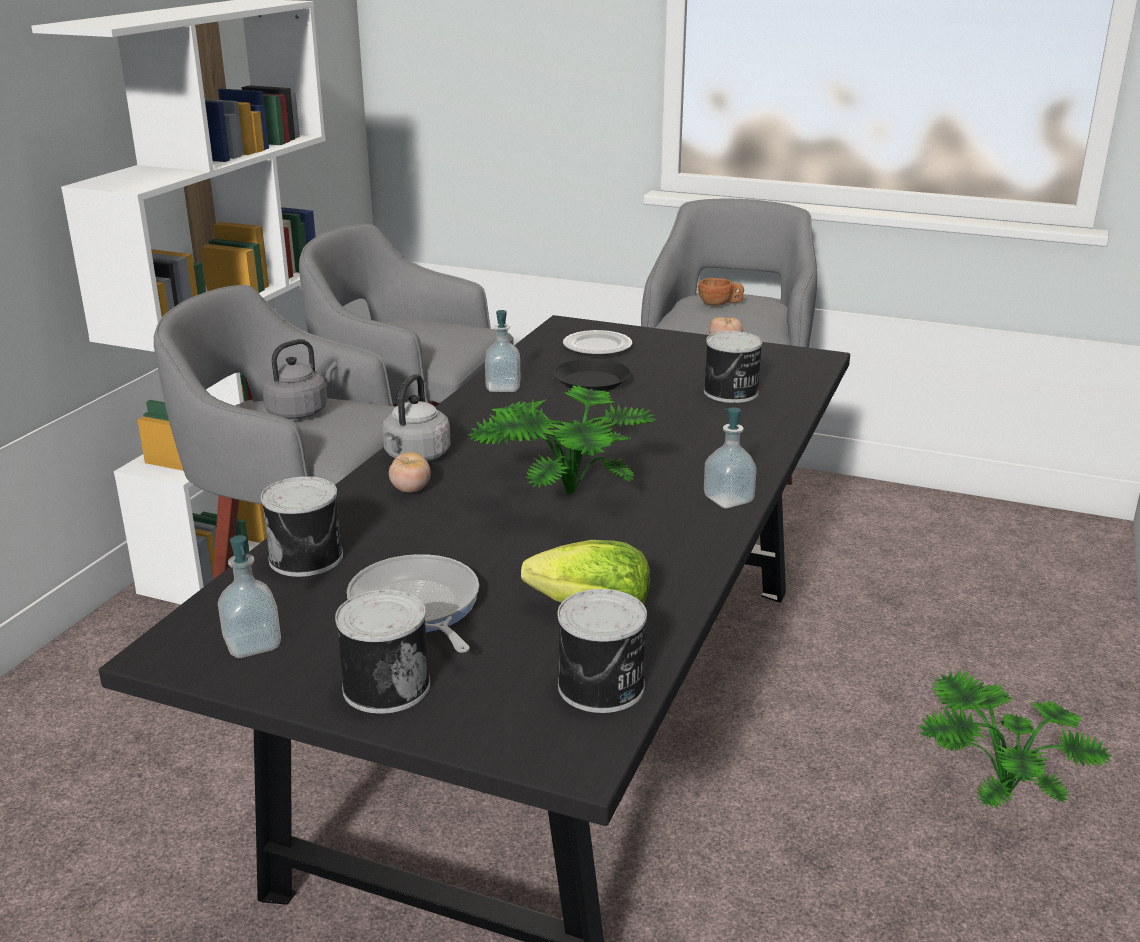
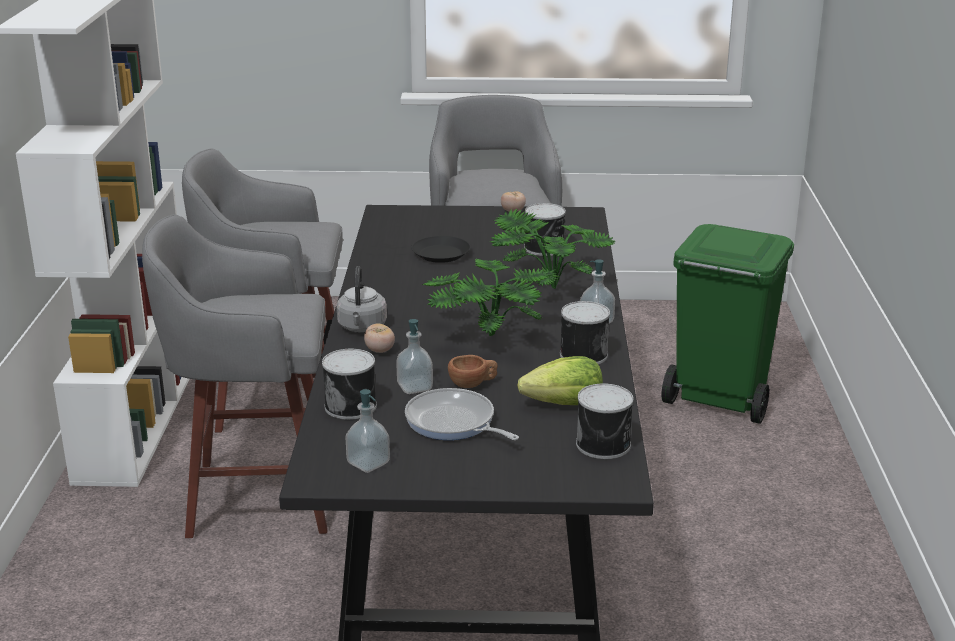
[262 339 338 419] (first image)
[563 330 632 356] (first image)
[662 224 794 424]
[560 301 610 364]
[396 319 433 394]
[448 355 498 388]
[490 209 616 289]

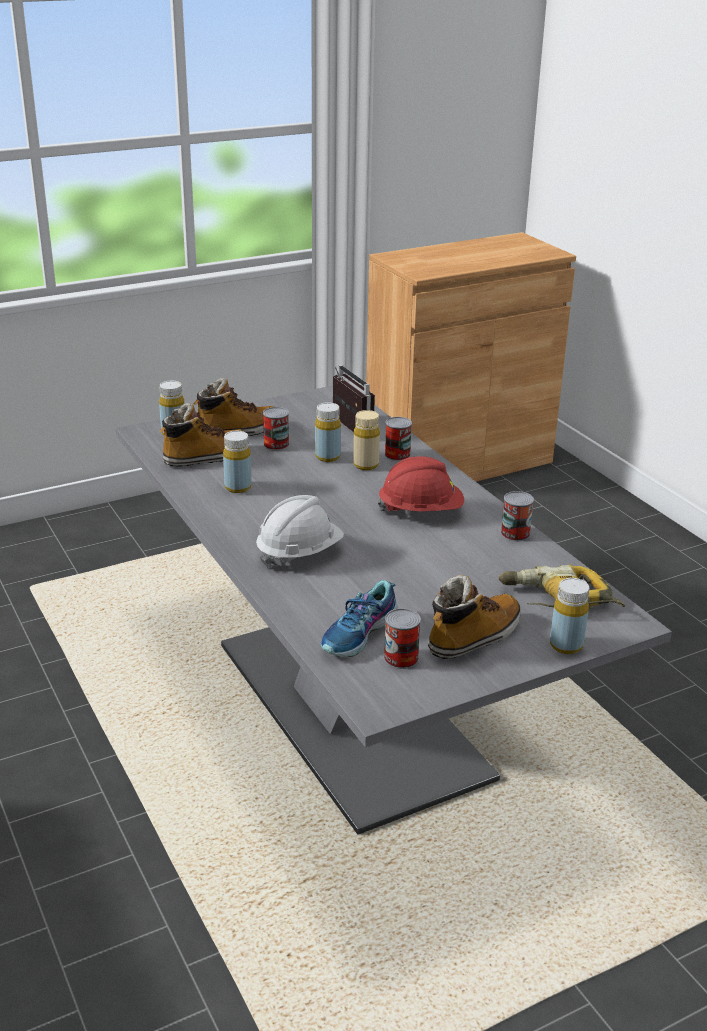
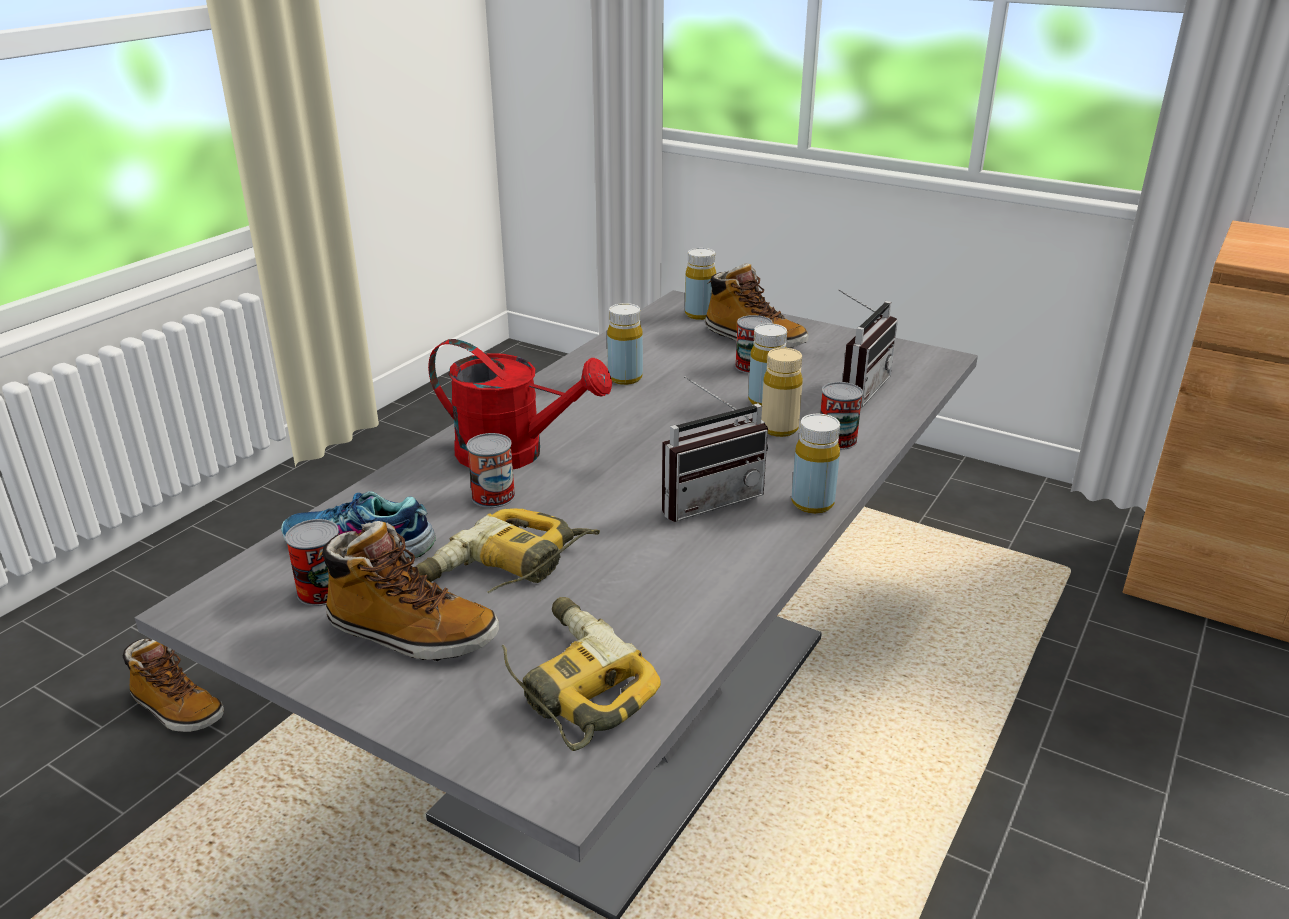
[416 508 600 594]
[123 639 224 732]
[467 433 515 508]
[792 414 840 514]
[428 339 612 469]
[662 376 768 522]

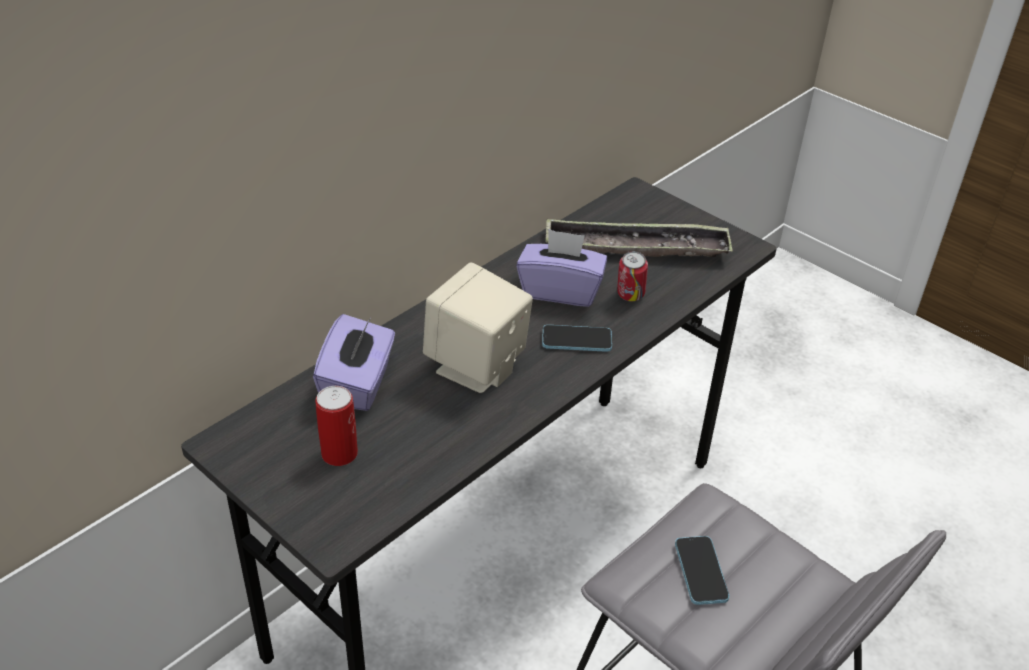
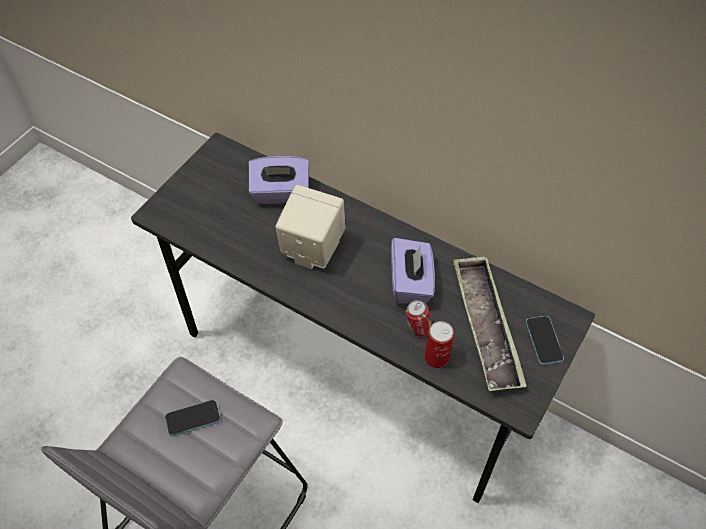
[425 321 454 368]
[526 316 564 365]

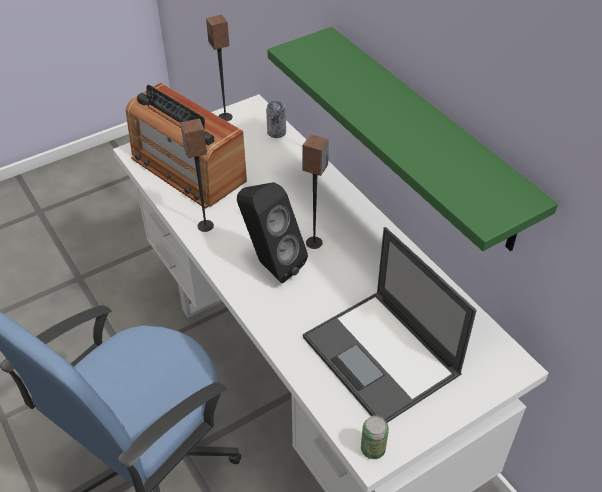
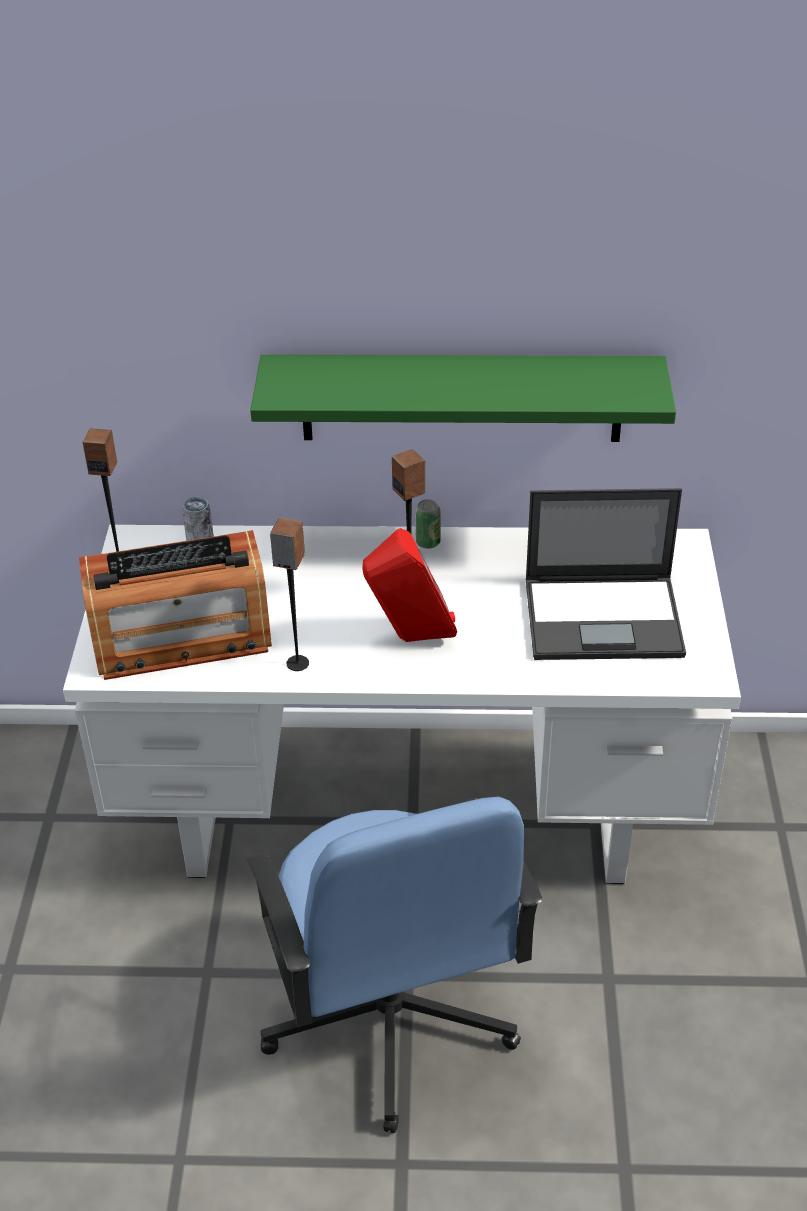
[415 499 441 549]
[362 528 457 642]

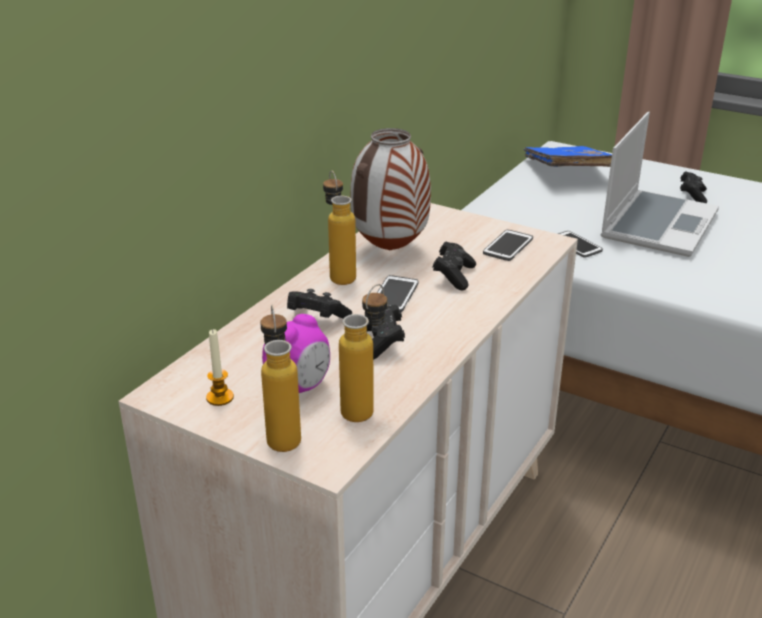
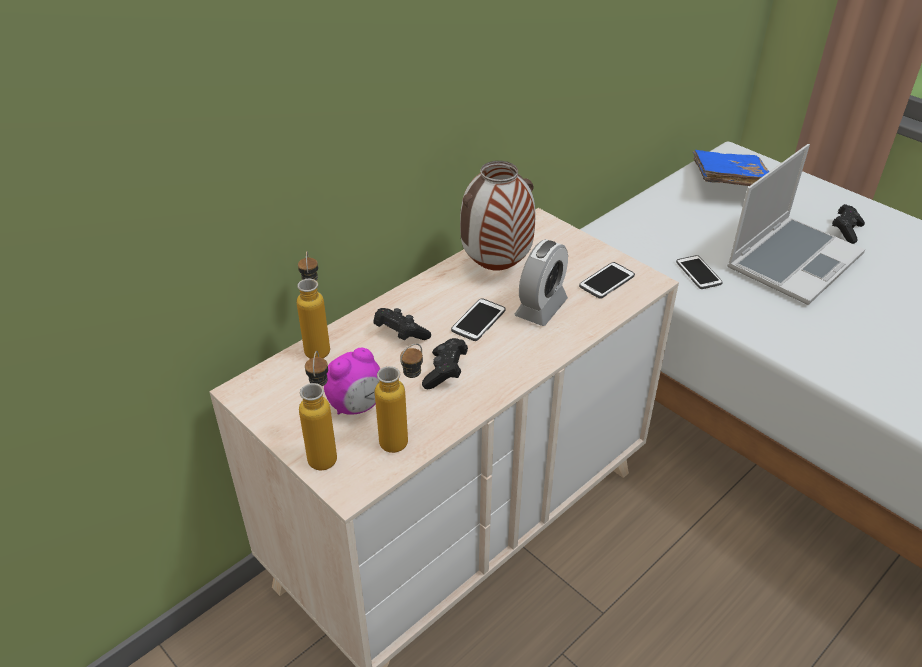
[206 329 234 406] (first image)
[297 251 330 359]
[515 239 568 326]

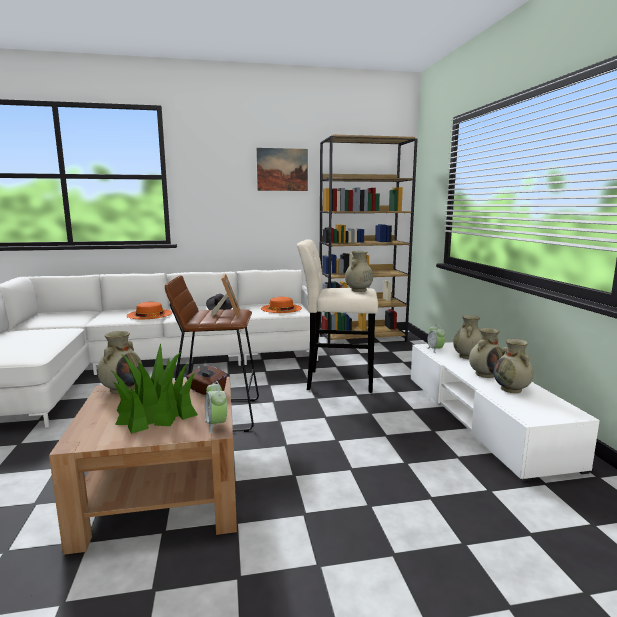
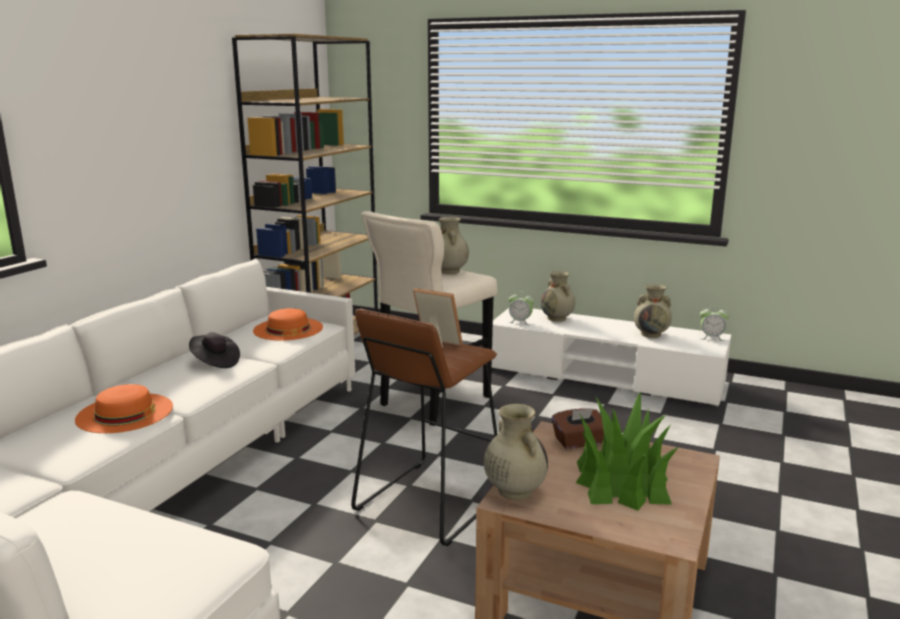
[257 148 308 191] (first image)
[469 328 502 378] (first image)
[700 305 729 341]

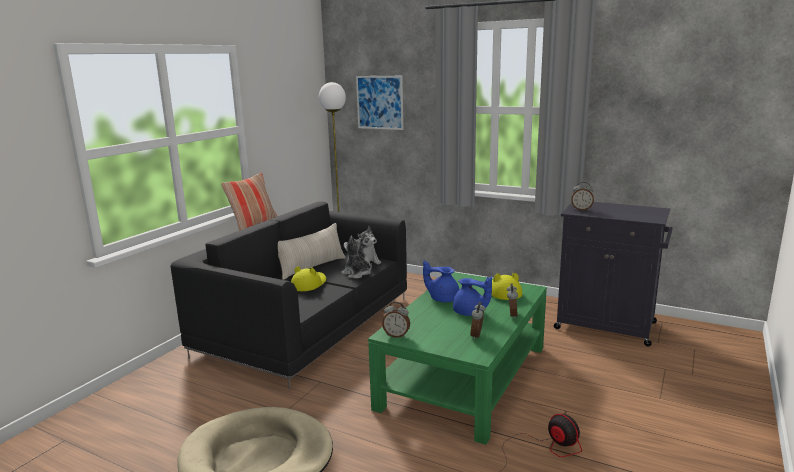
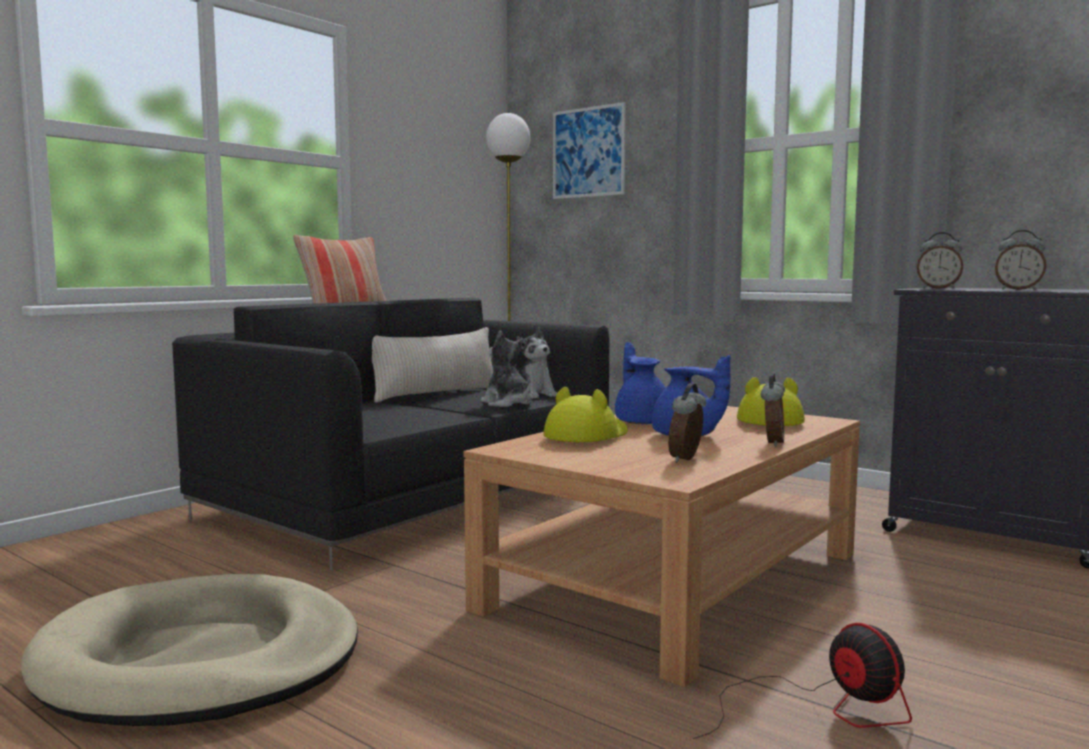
[543 387 628 442]
[995 230 1047 290]
[464 406 860 687]
[615 342 666 424]

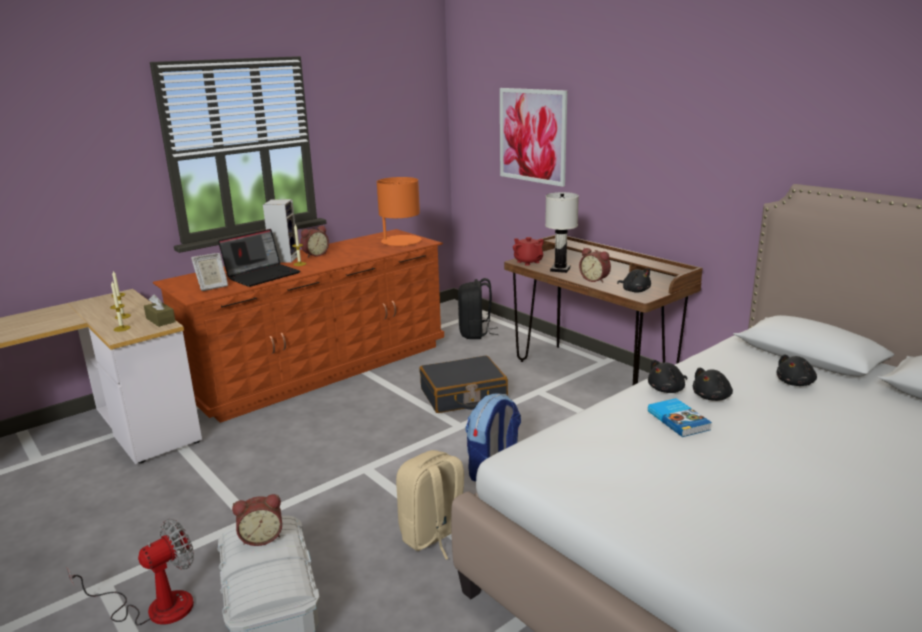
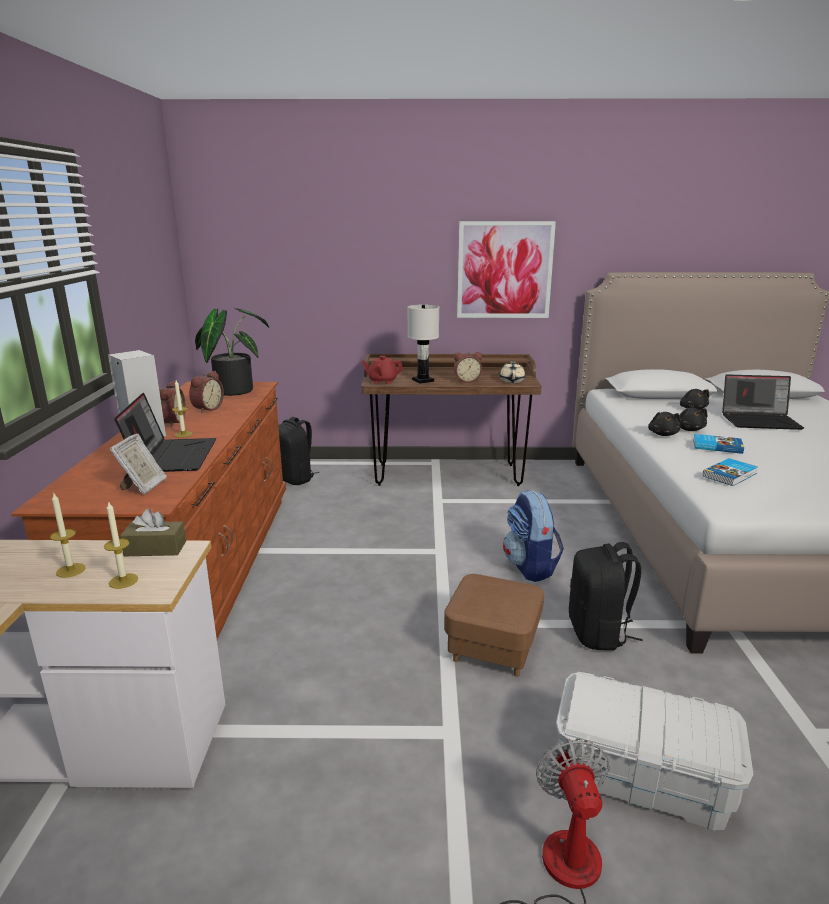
[420 356 508 413] (first image)
[444 574 544 677]
[703 458 758 486]
[722 374 804 430]
[189 371 224 413]
[457 221 556 318]
[195 308 269 396]
[500 361 525 383]
[569 542 642 650]

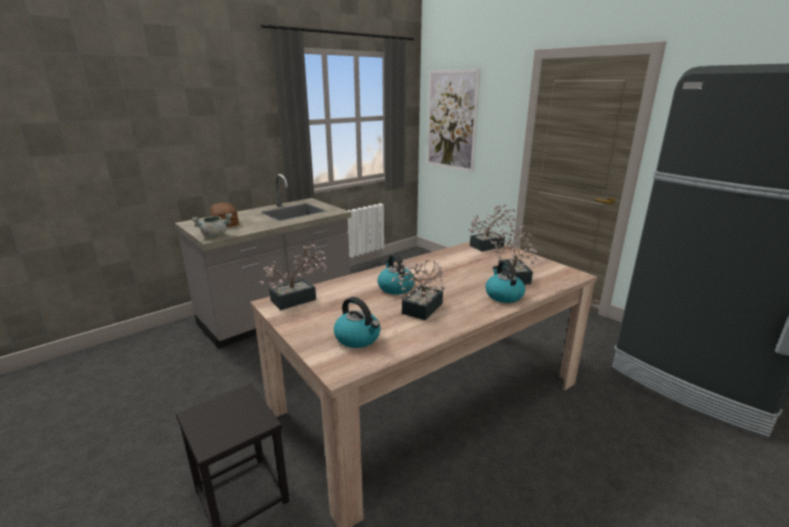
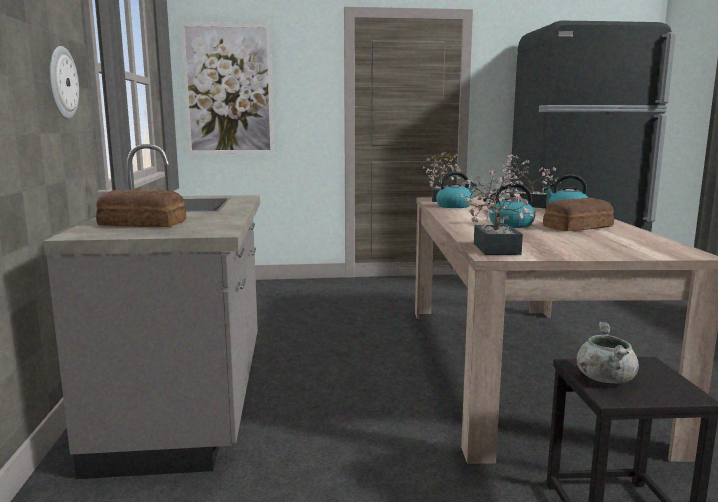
[49 46 79 119]
[577 322 639 383]
[436 171 477 208]
[543 197 614 231]

